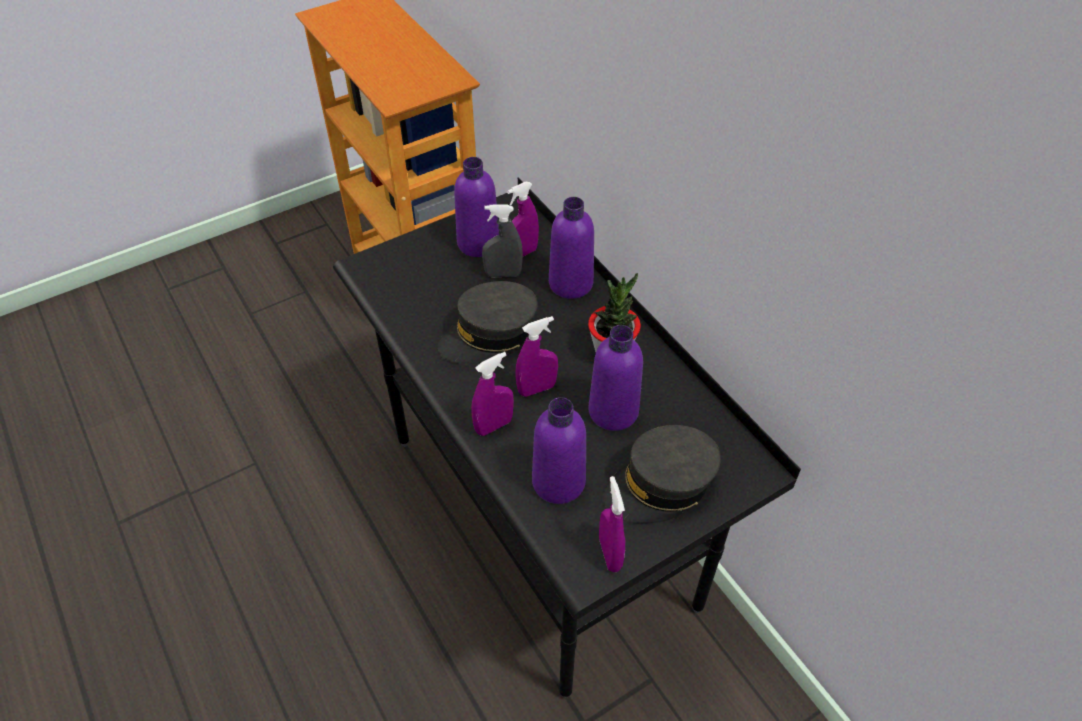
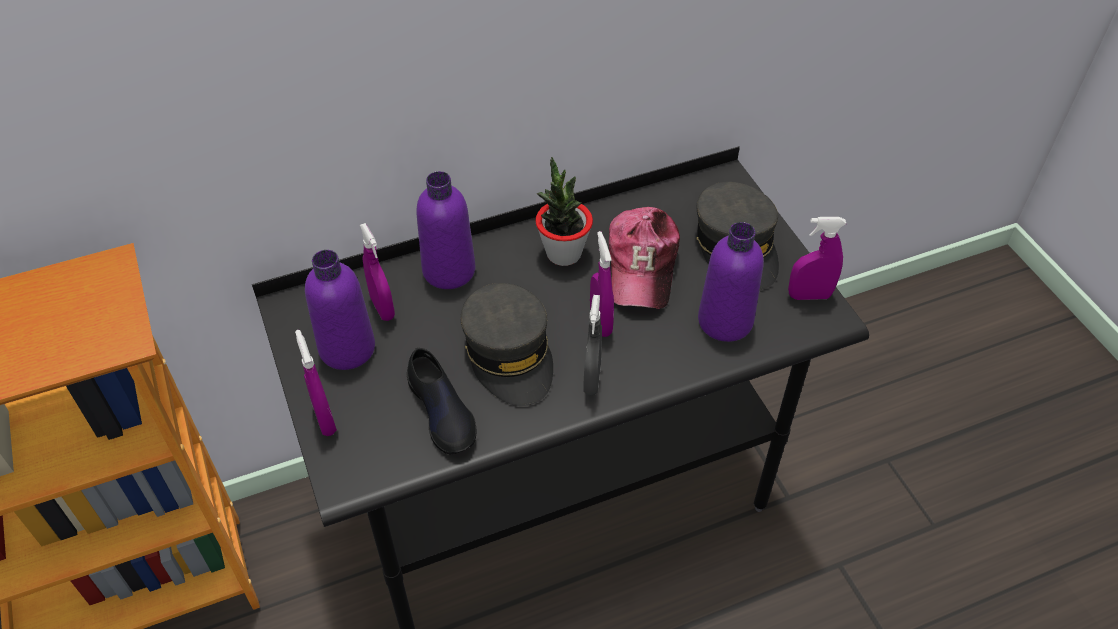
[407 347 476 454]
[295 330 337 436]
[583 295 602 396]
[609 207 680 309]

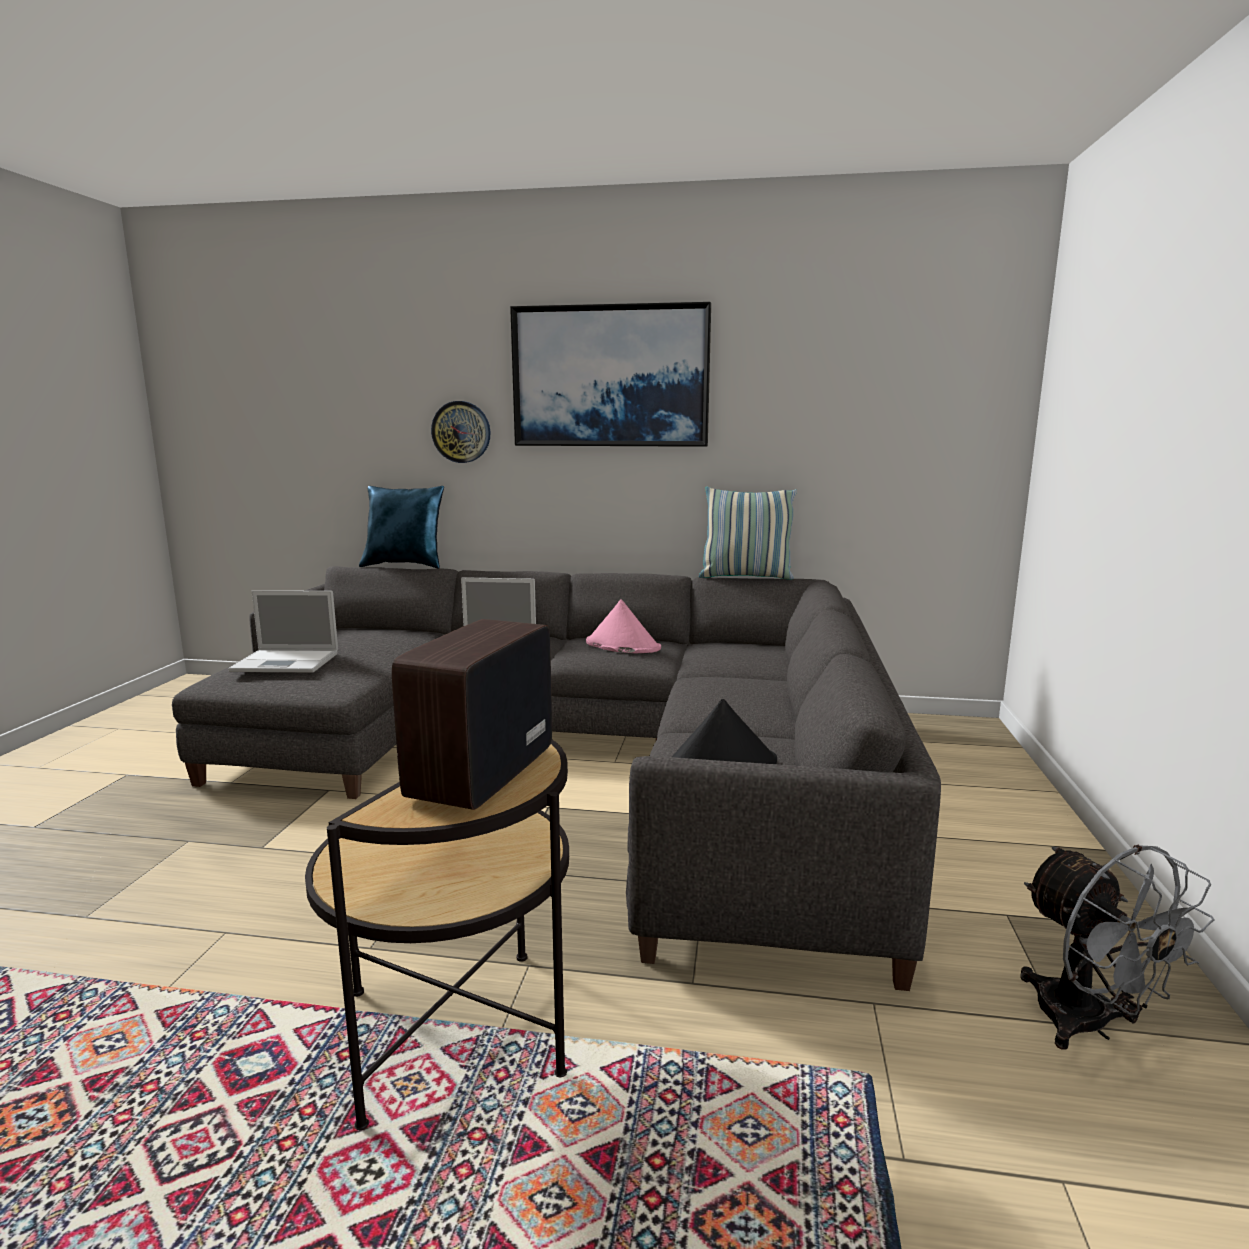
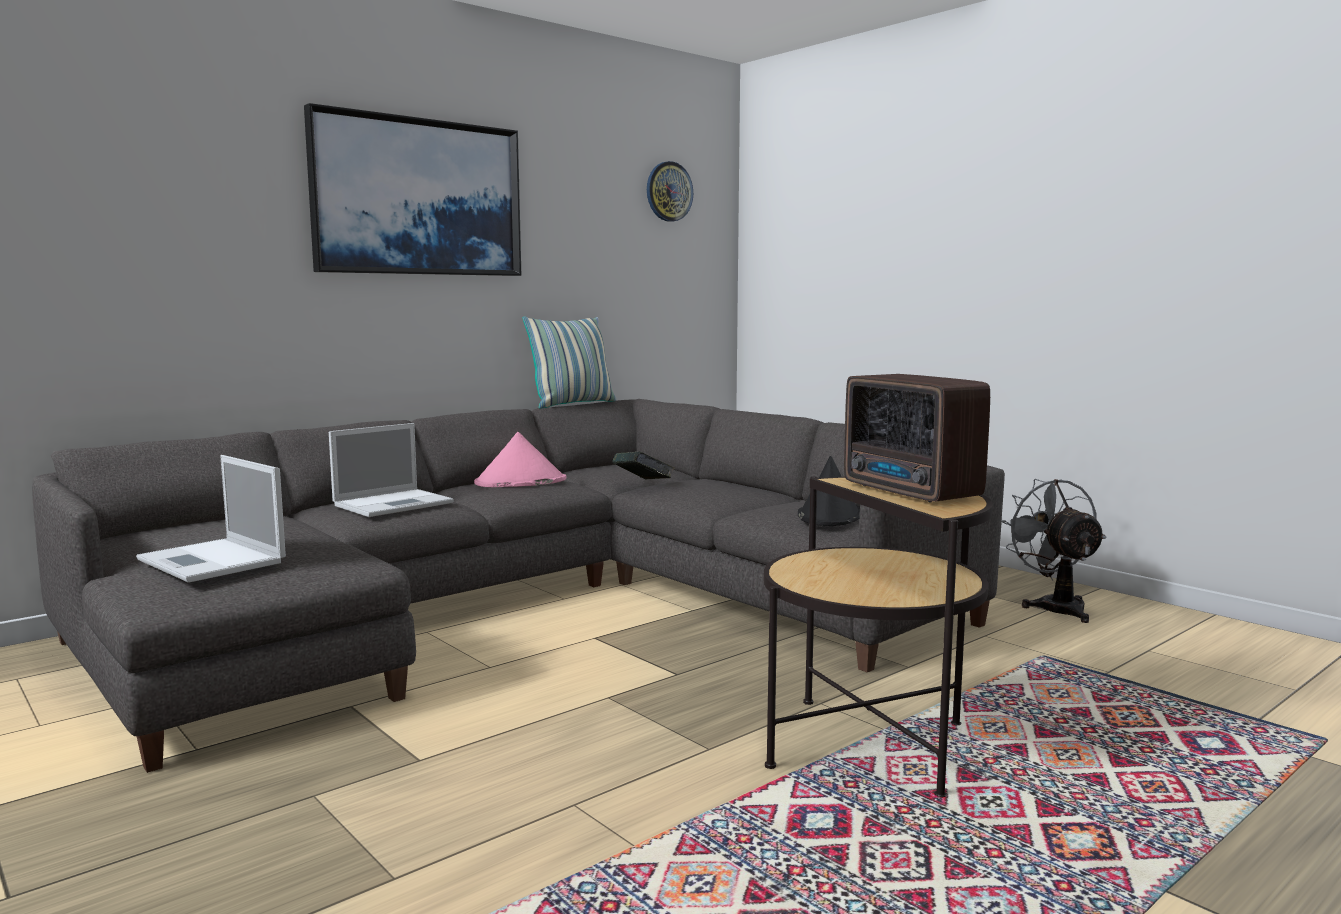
[359 486 444 568] (first image)
[612 451 675 480]
[647 161 693 222]
[136 455 286 583]
[1002 479 1106 623]

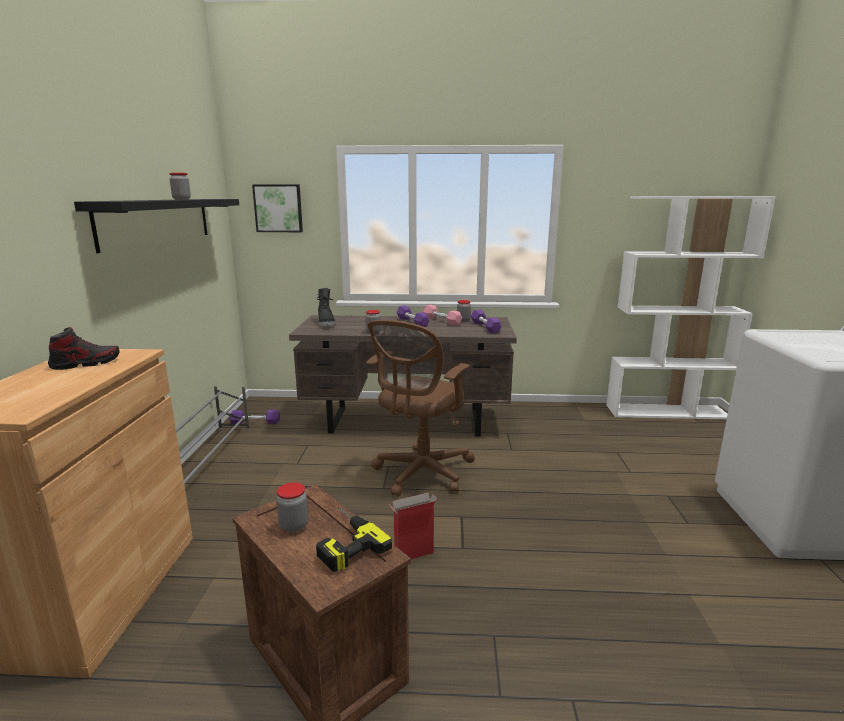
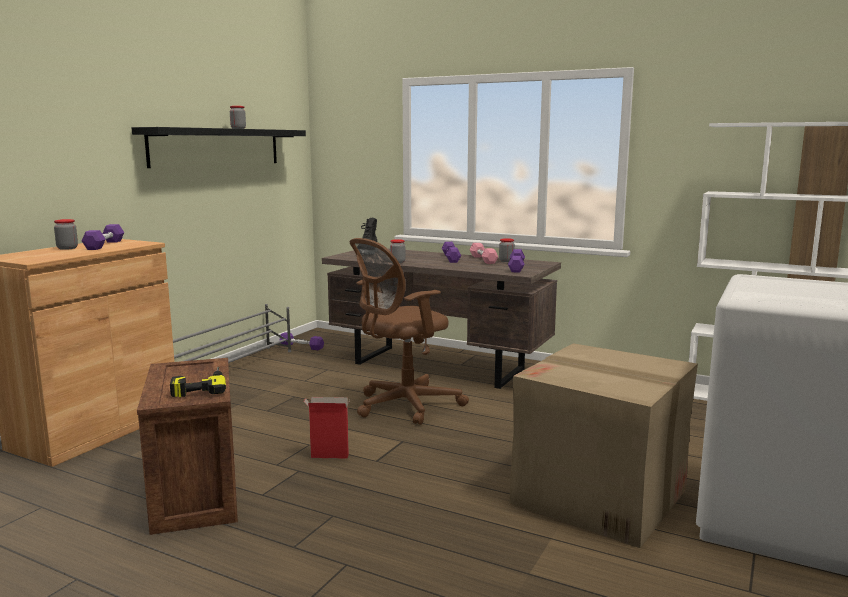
[252 184 303 232] (first image)
[509 343 698 548]
[54 219 78 250]
[82 224 124 250]

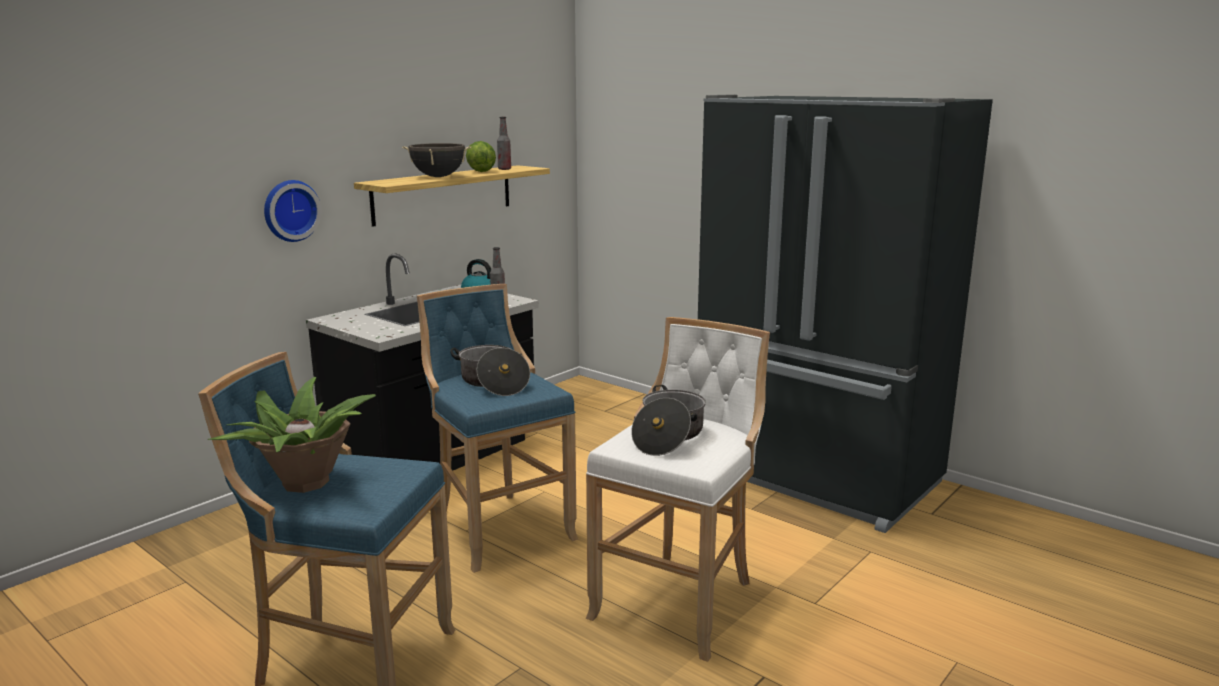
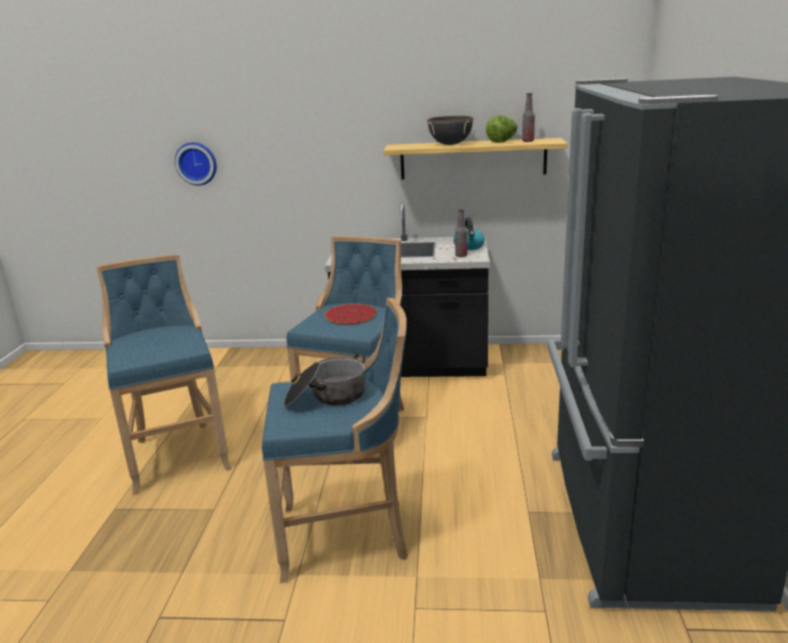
[208 377 376 493] (first image)
[175 142 217 186]
[324 304 377 325]
[262 298 408 583]

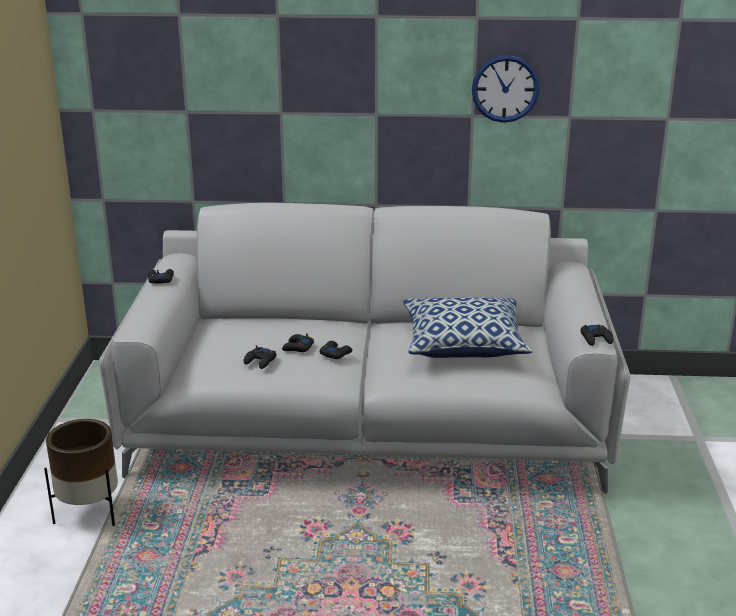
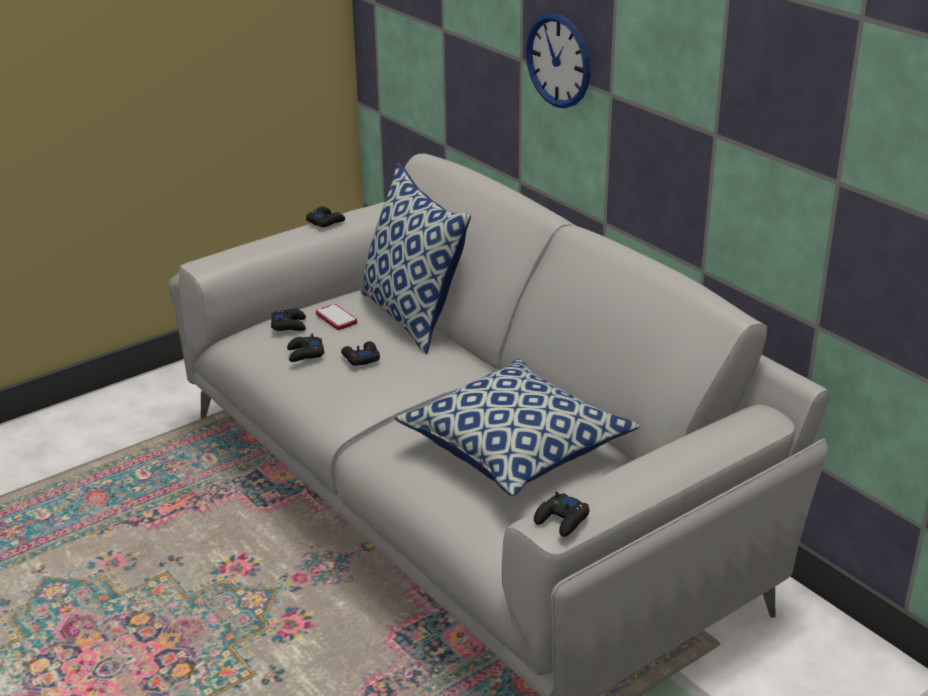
[44 419 118 526] (first image)
[316 304 357 330]
[360 163 471 354]
[271 308 306 331]
[526 13 590 109]

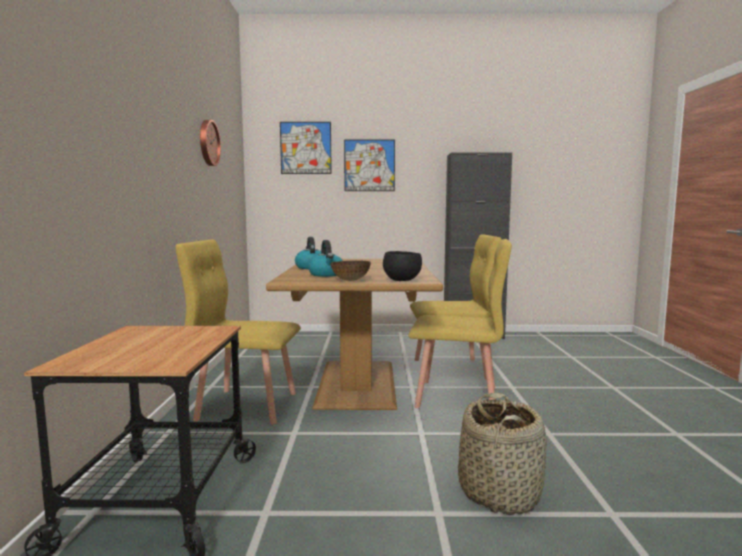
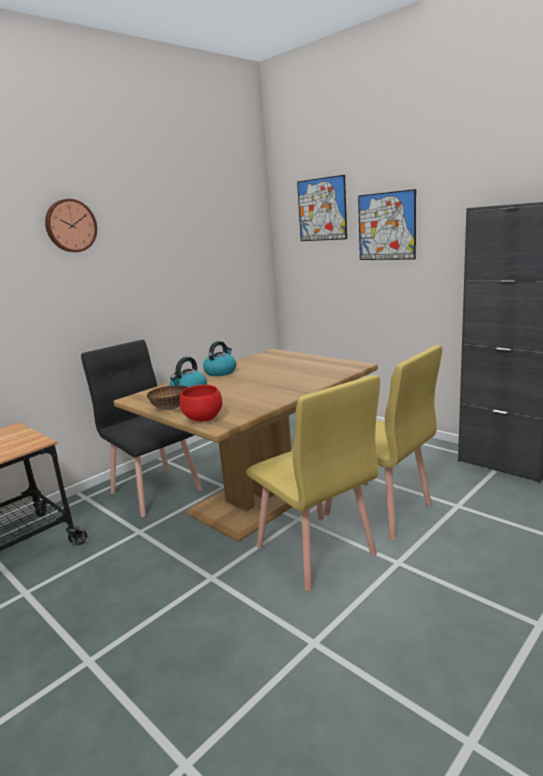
[458 393 547 515] (first image)
[45 199 97 252]
[81 340 203 517]
[179 385 222 422]

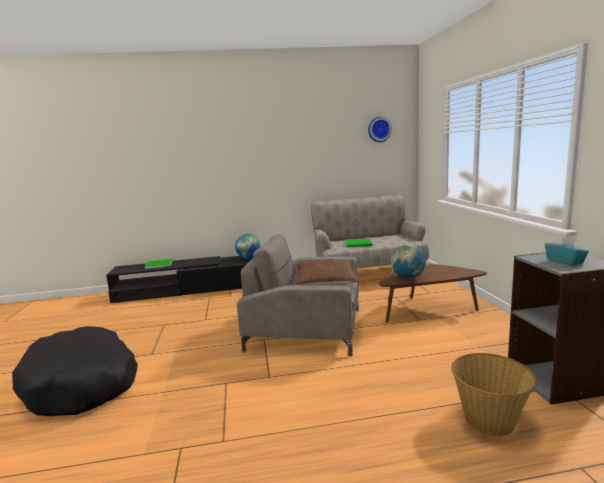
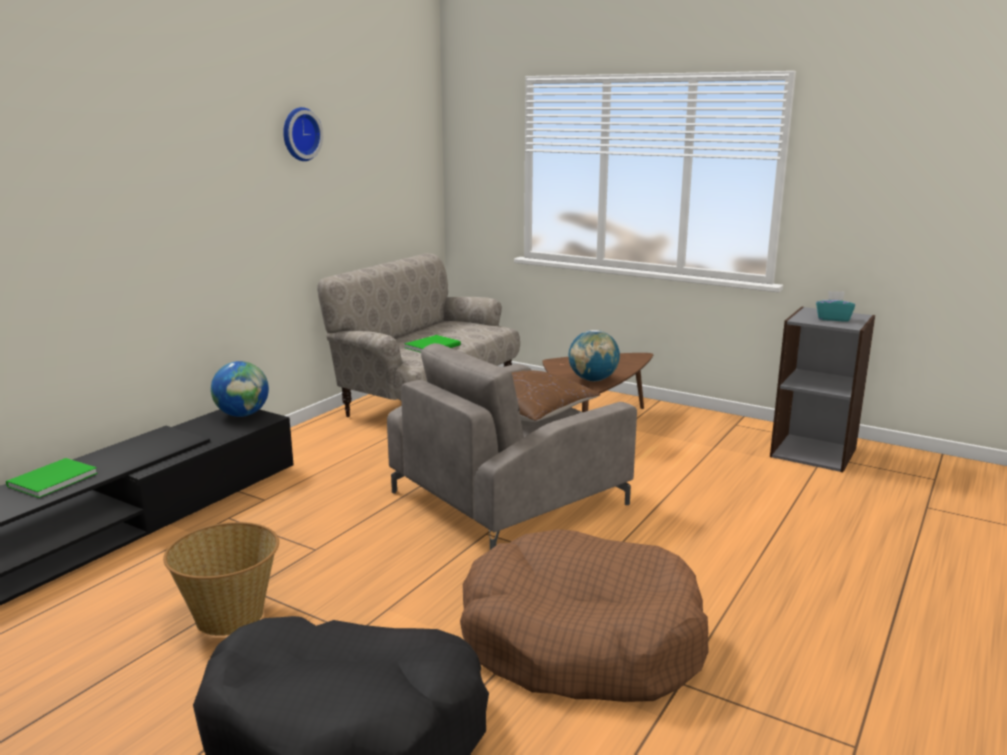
[460 529 709 702]
[283 107 323 161]
[163 522 279 636]

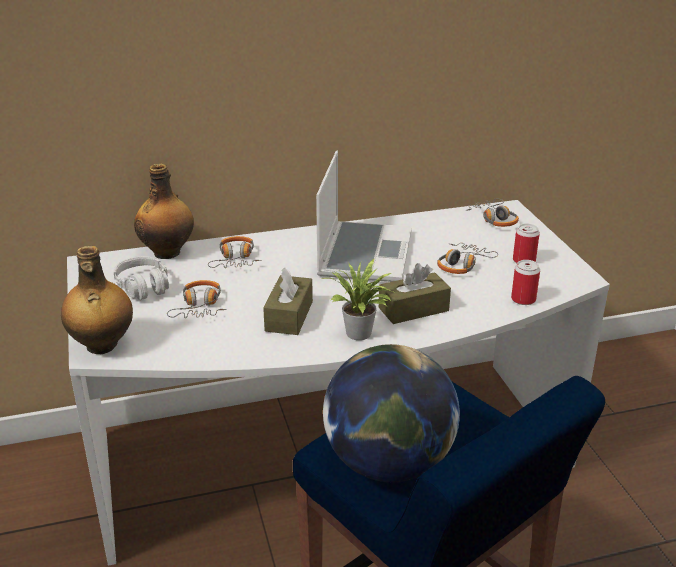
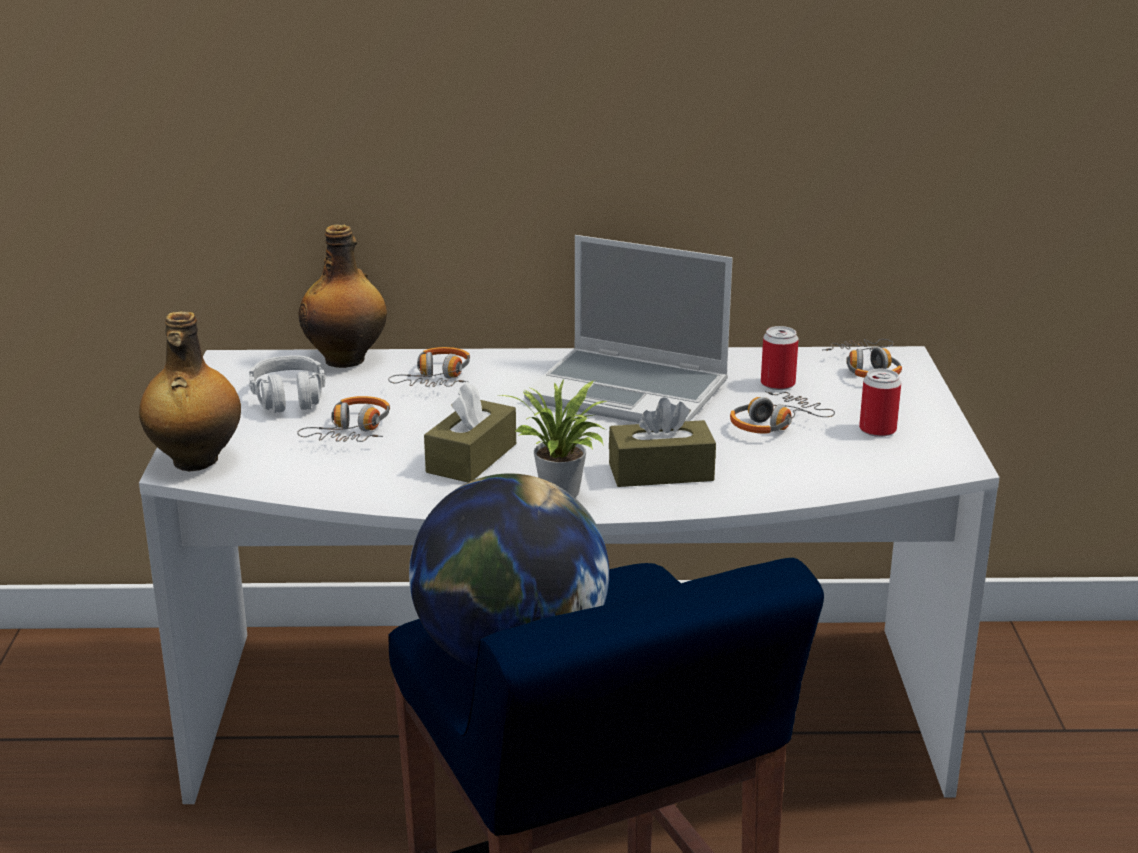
[761 326 799 390]
[524 235 733 423]

